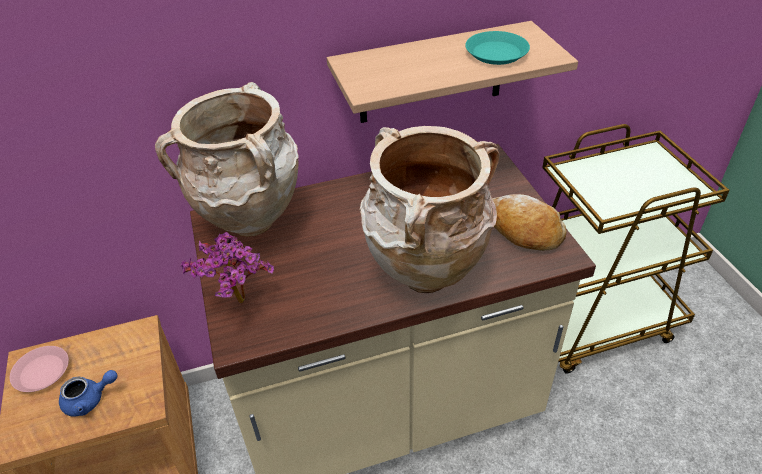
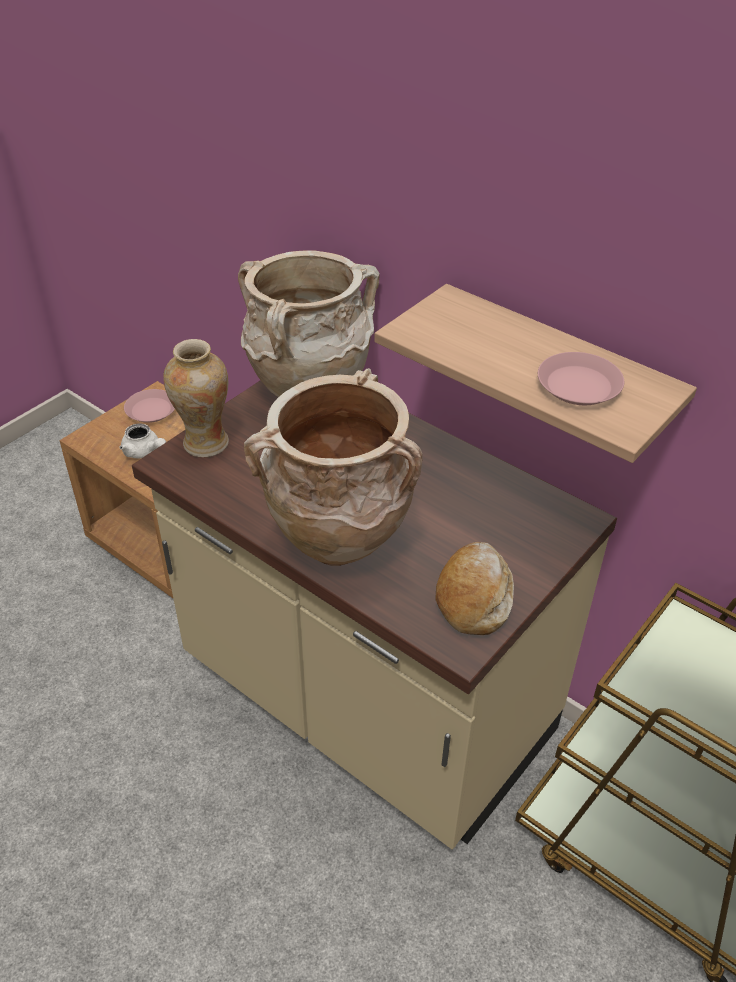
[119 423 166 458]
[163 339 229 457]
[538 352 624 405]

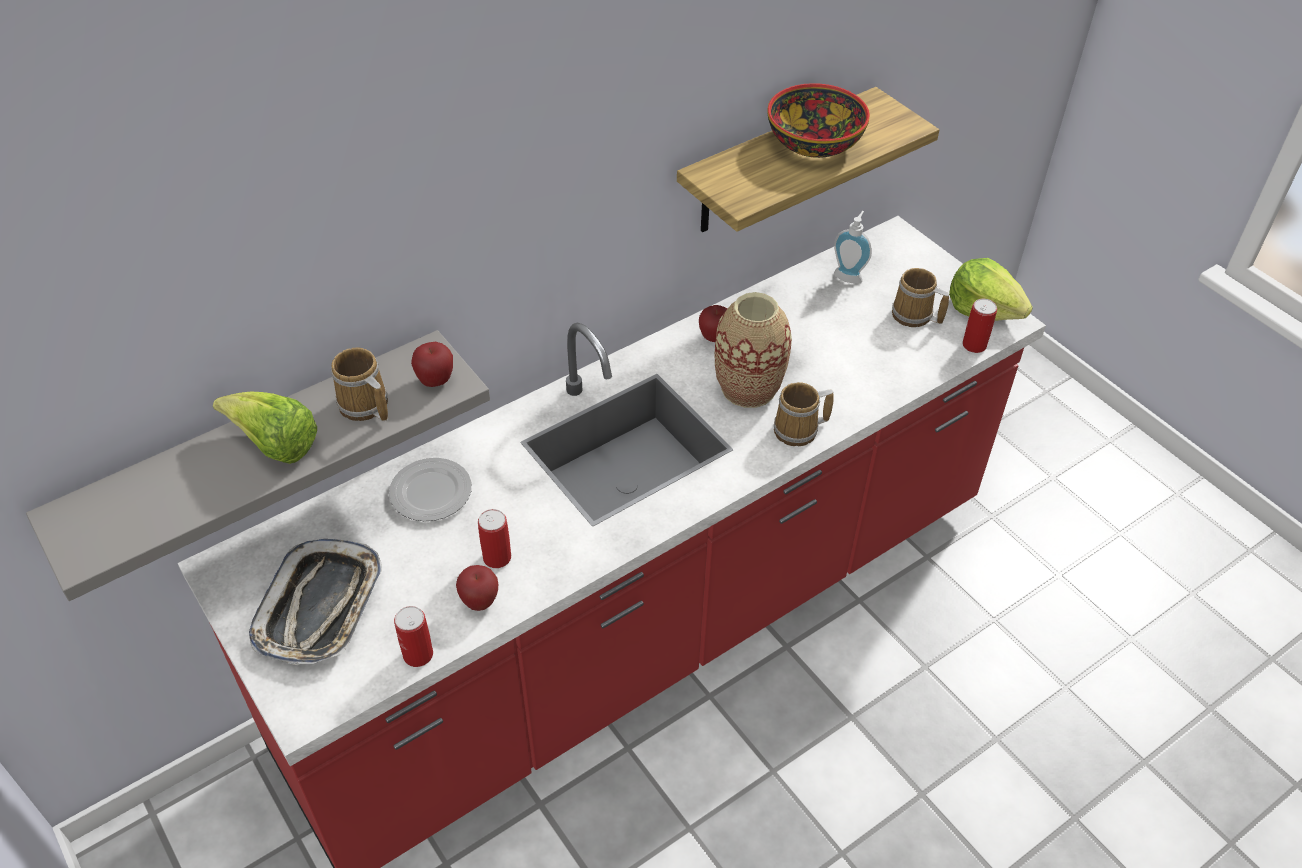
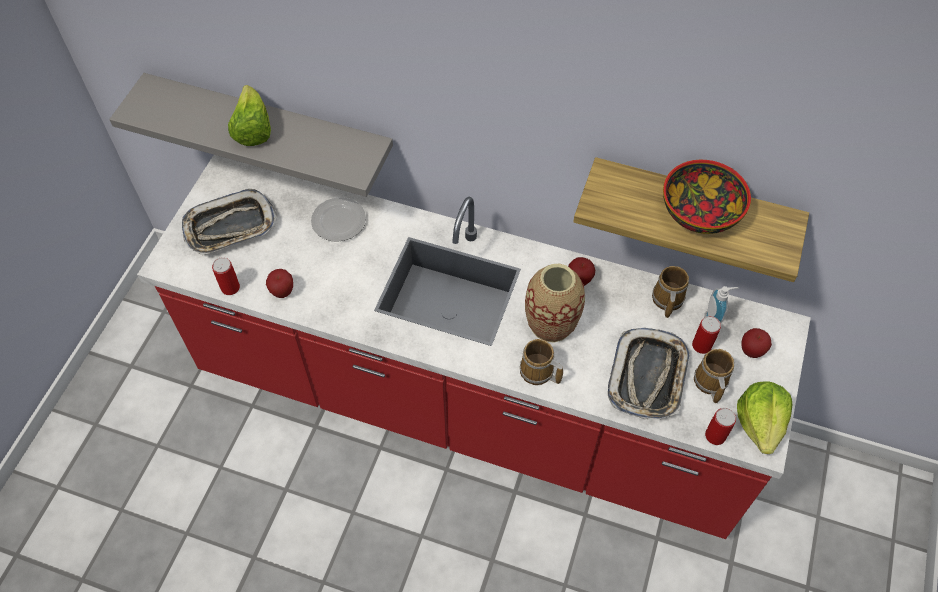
[608 328 690 420]
[652 266 689 318]
[692 316 721 354]
[742 328 772 358]

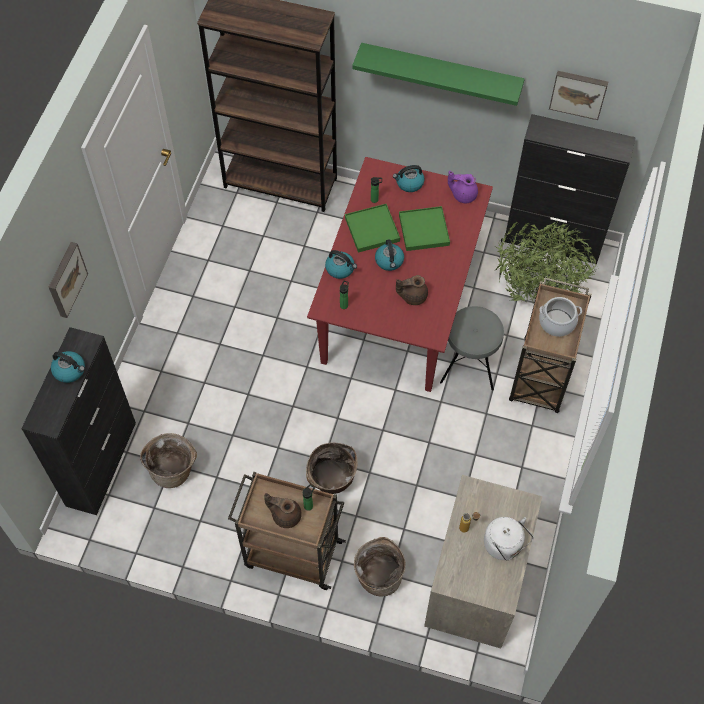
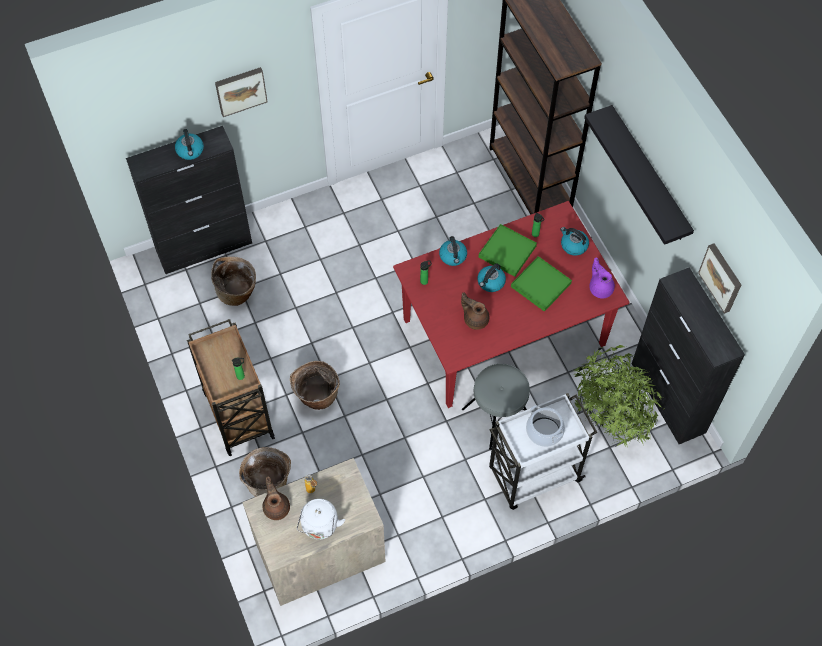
[262 477 290 520]
[489 393 597 510]
[584 105 694 245]

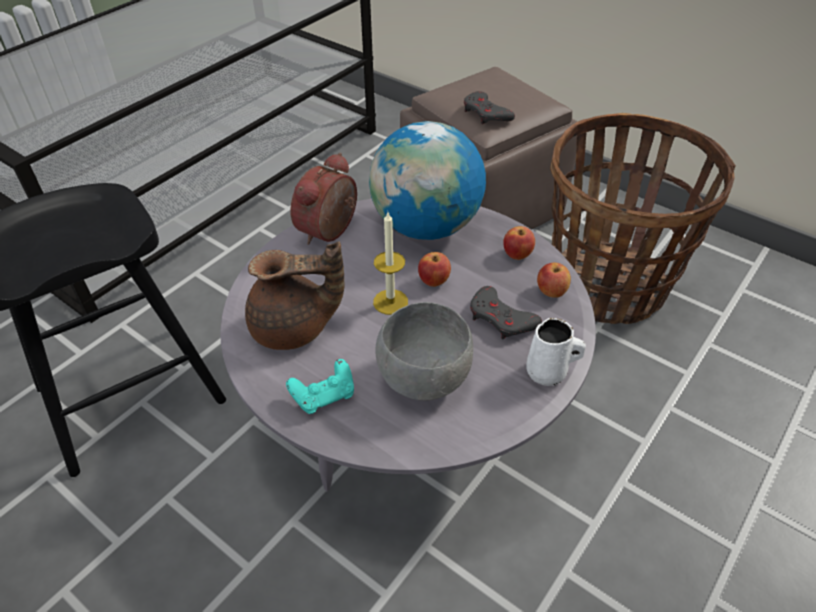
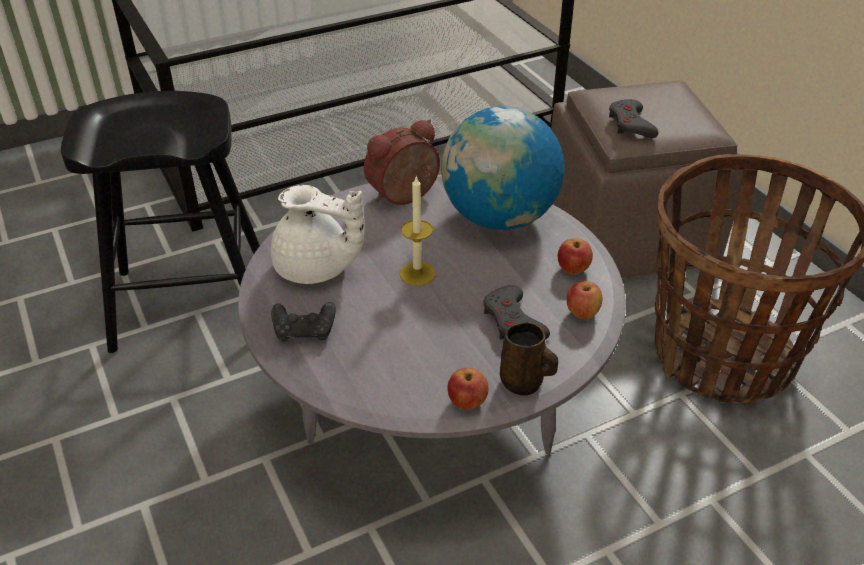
[271 185 365 284]
[271 302 336 342]
[447 368 489 410]
[500 322 558 396]
[375 302 473 401] (first image)

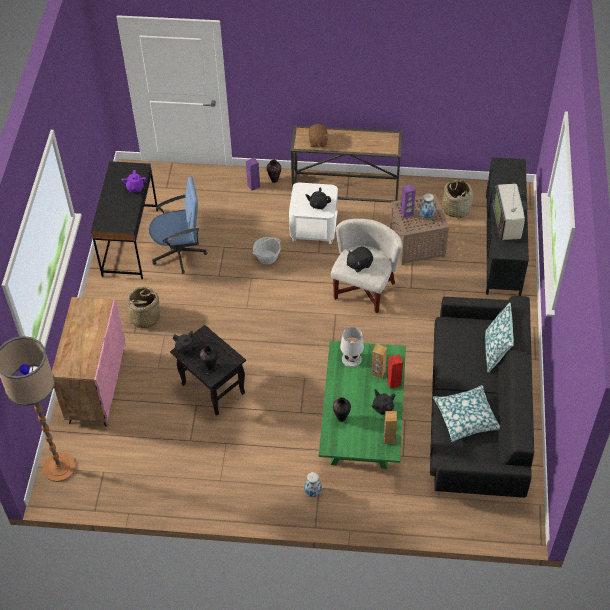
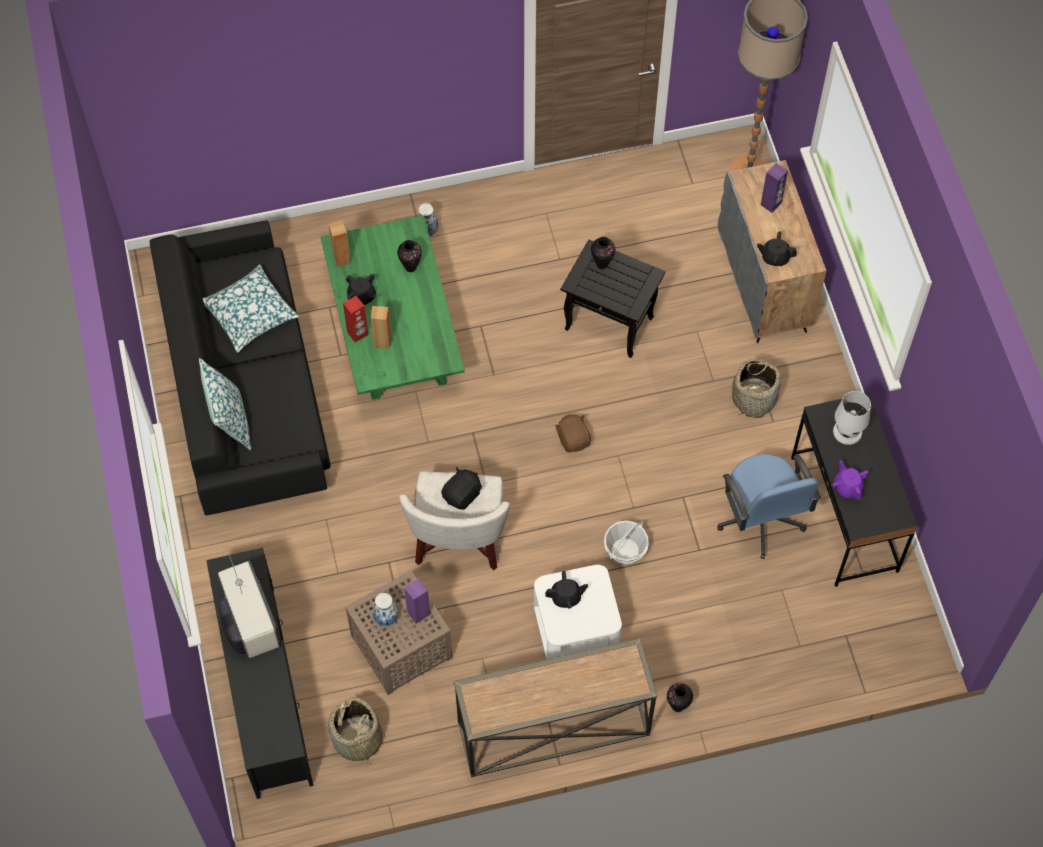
[555 415 591 452]
[717 454 821 559]
[718 160 826 343]
[757 231 797 266]
[761 163 788 213]
[833 391 871 445]

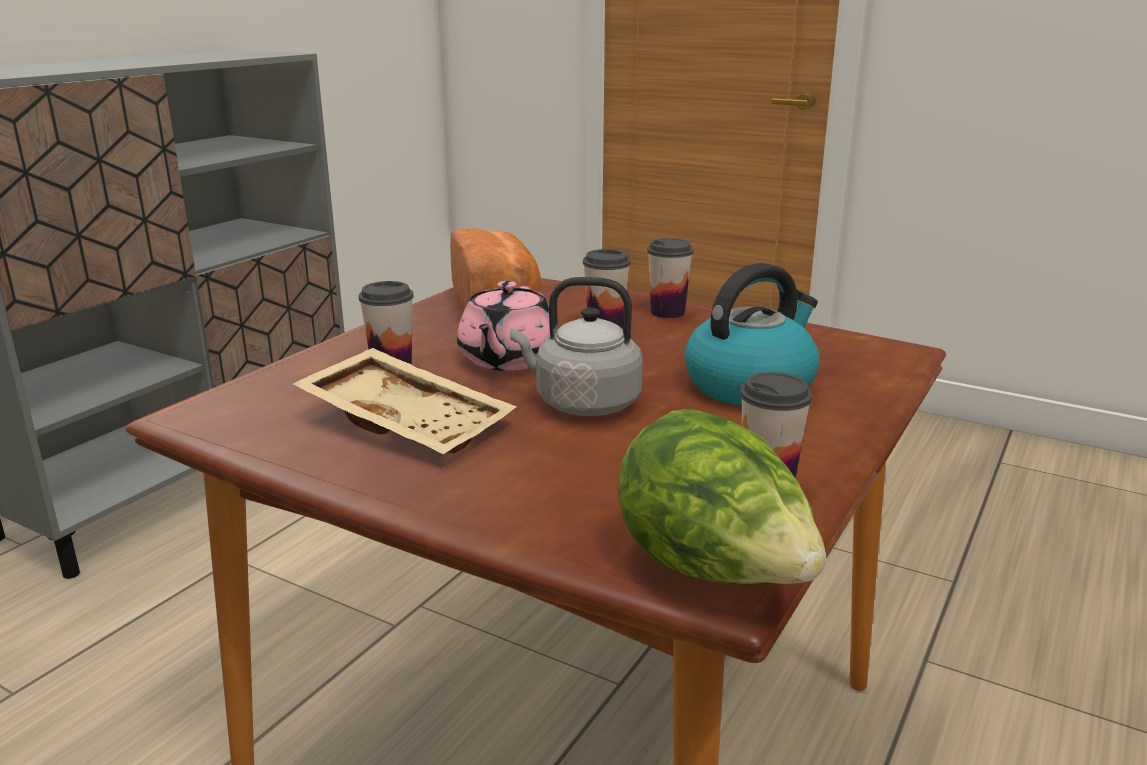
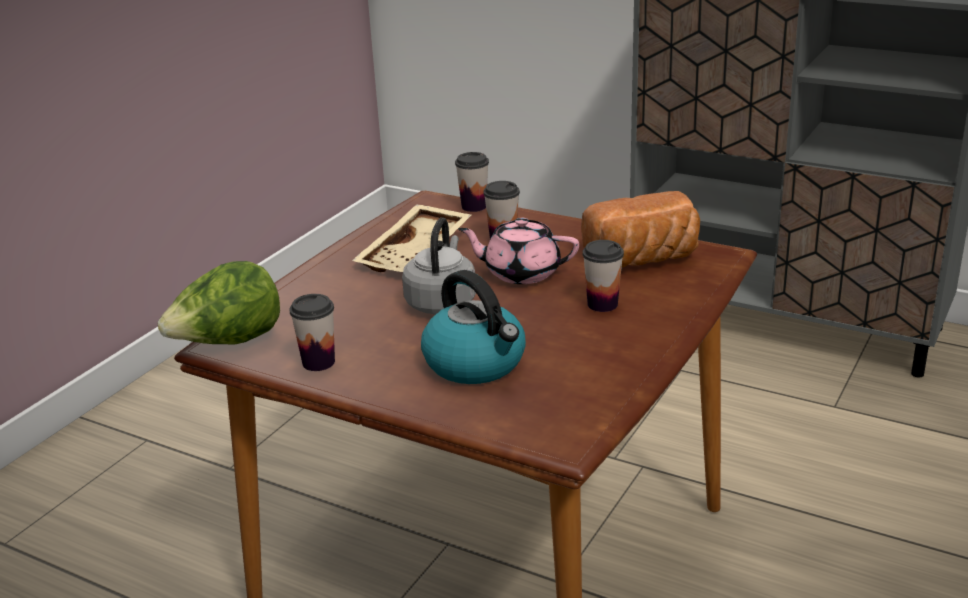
[455 152 489 212]

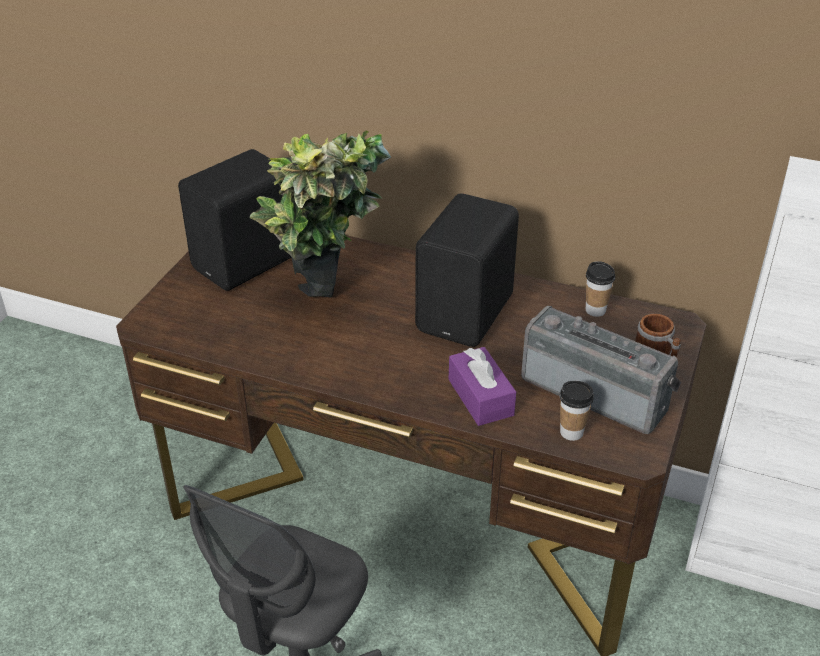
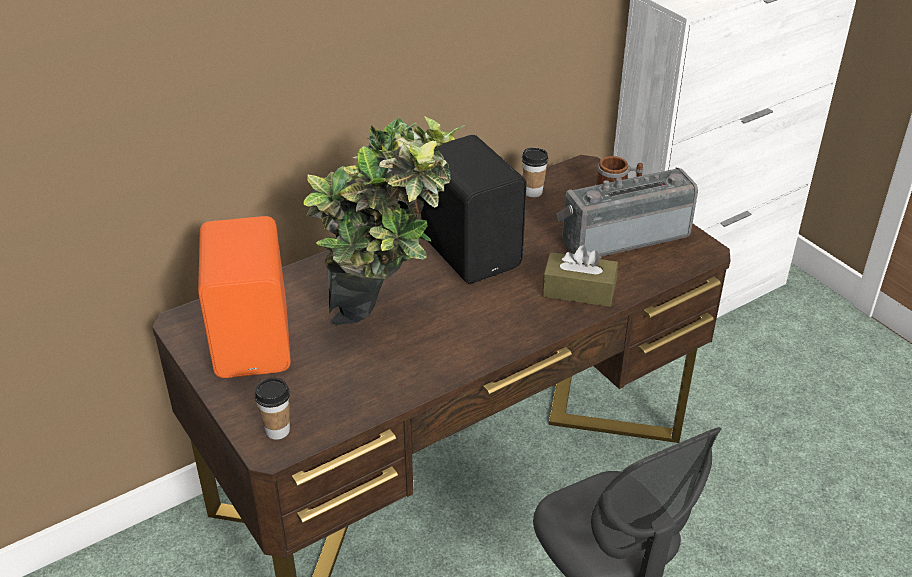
[198 216 291 378]
[255 378 290 440]
[543 245 618 307]

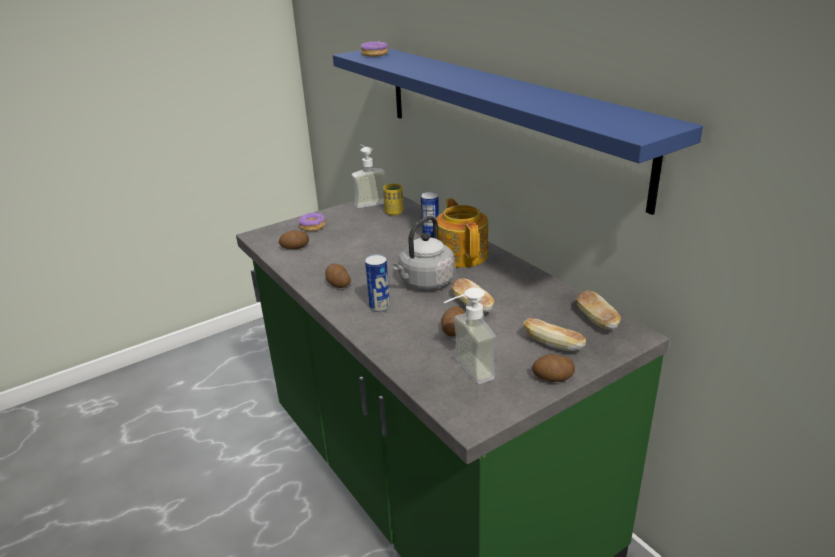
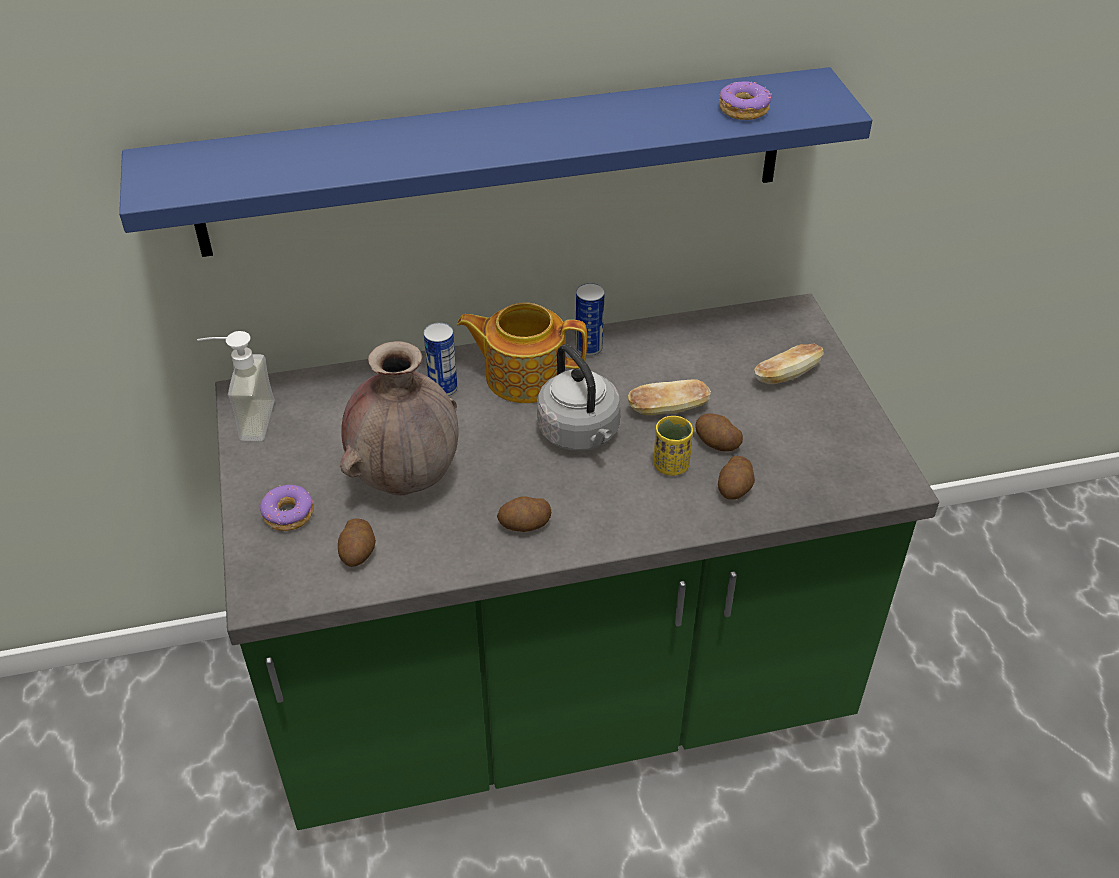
[340 341 459 495]
[575 283 605 356]
[654 416 693 476]
[718 456 755 500]
[719 81 772 120]
[444 287 496 384] (first image)
[577 291 621 330] (first image)

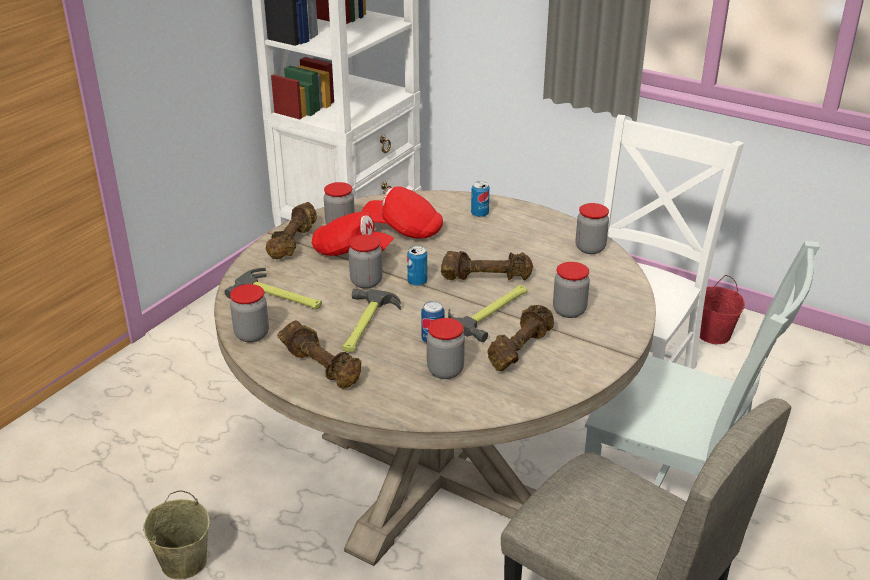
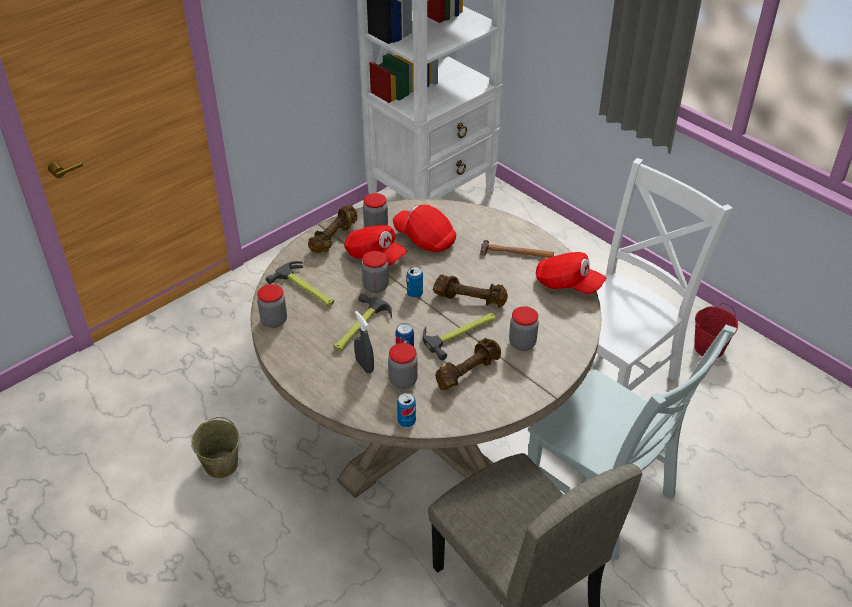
[354 311 374 374]
[397 393 416 427]
[480 240 554 258]
[536 252 607 294]
[277 320 361 389] (first image)

